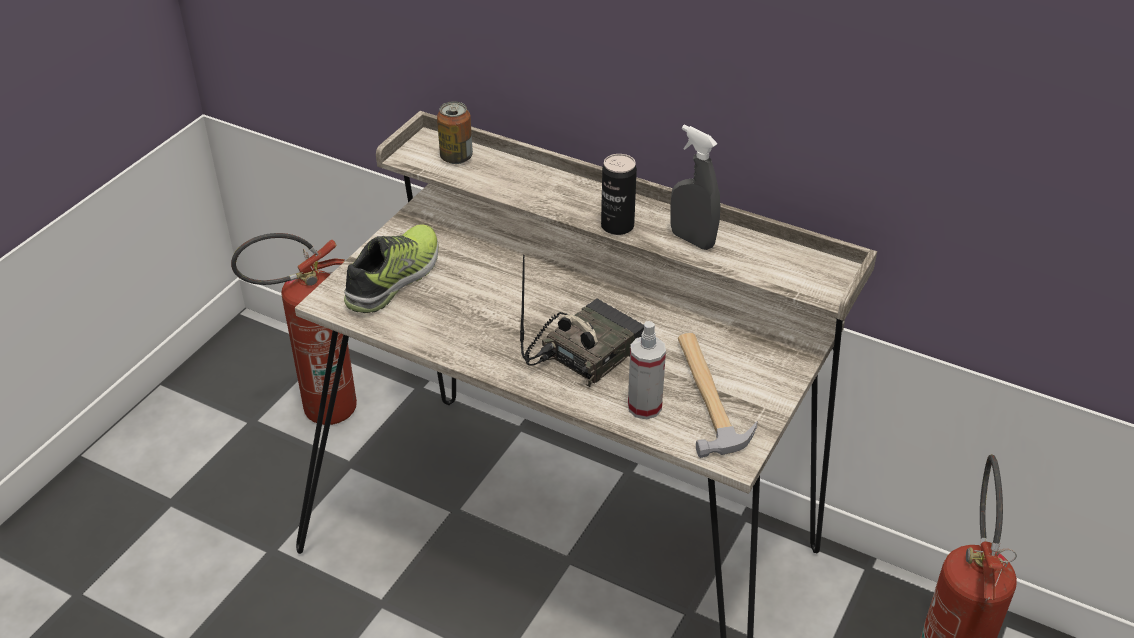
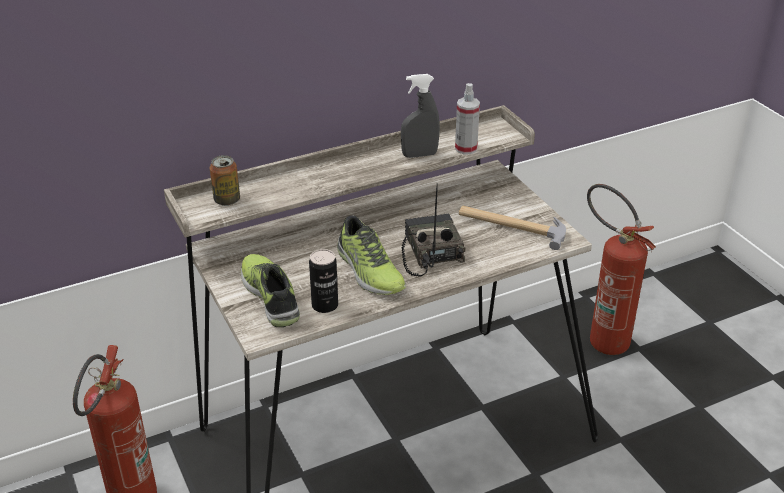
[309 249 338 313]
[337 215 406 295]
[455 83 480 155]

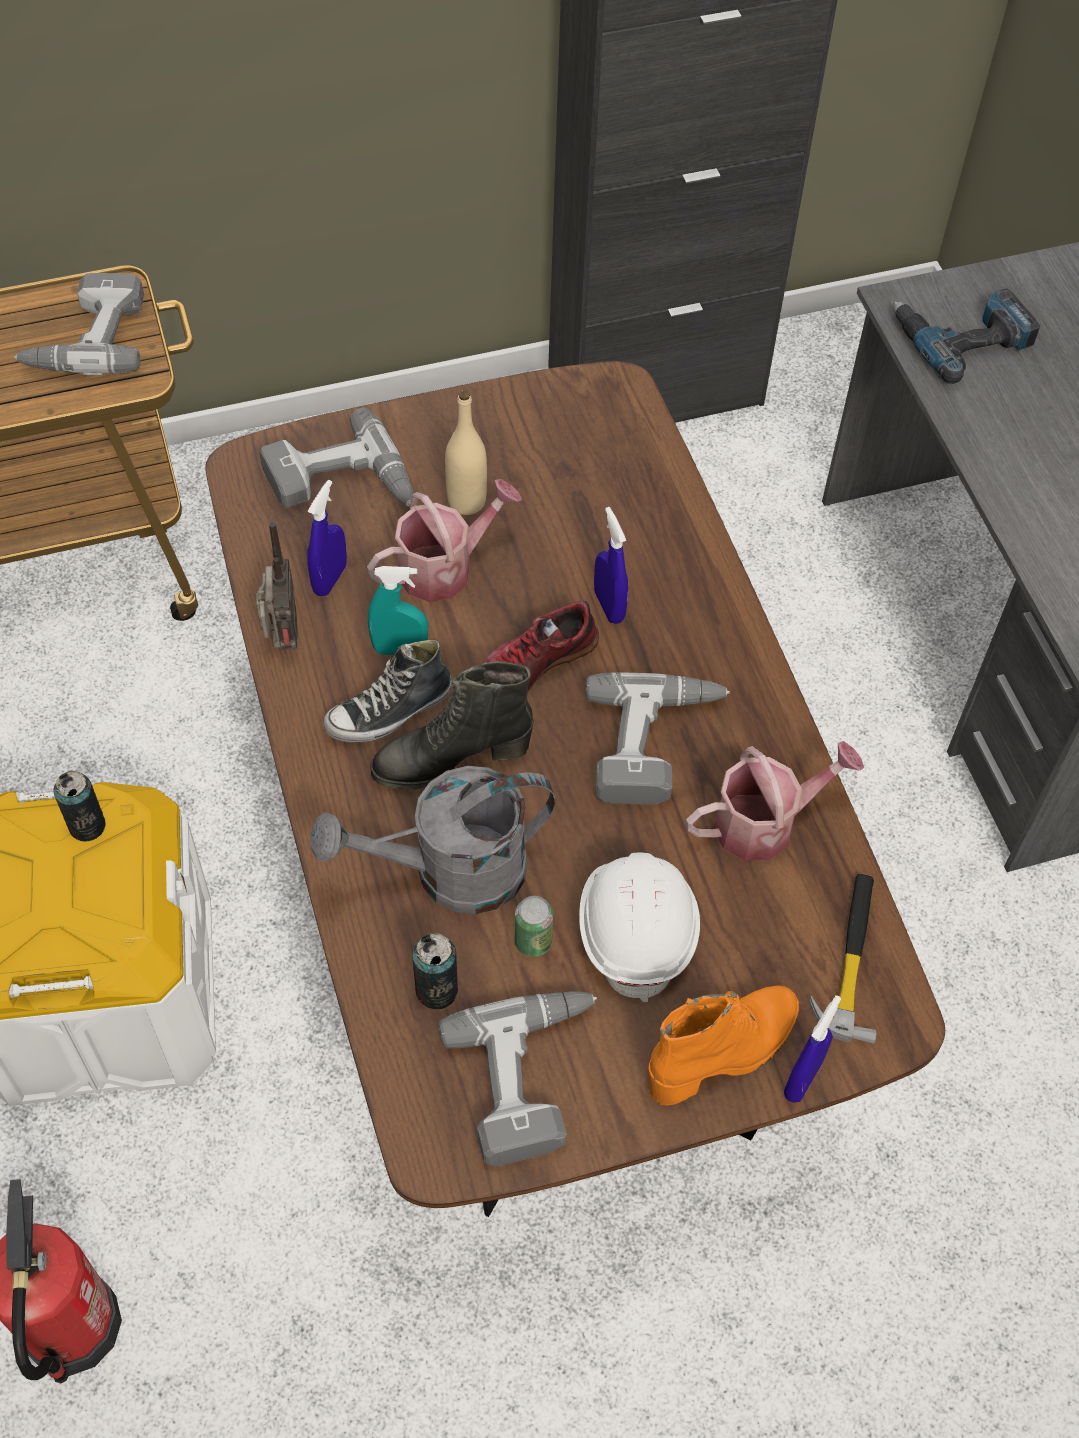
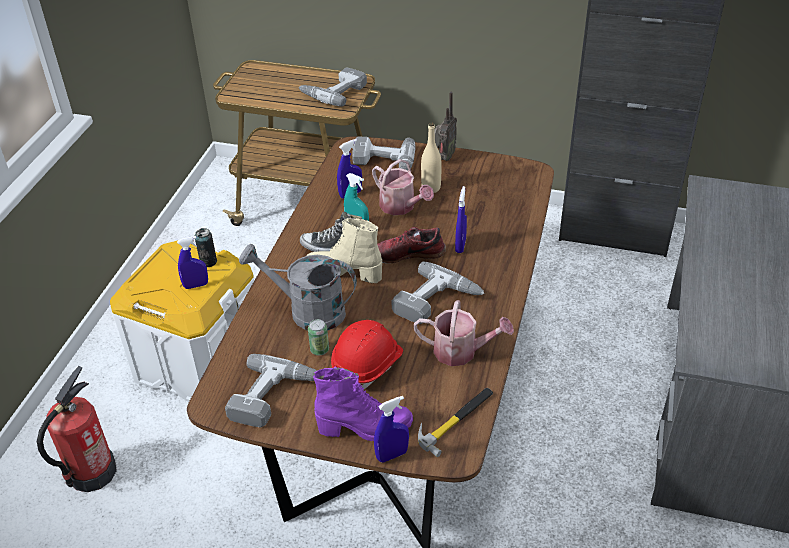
[177 236 208 289]
[306 218 382 283]
[313 366 413 441]
[331 320 403 390]
[372 159 434 215]
[435 92 457 161]
[412 933 458 1010] (first image)
[894 288 1040 384] (first image)

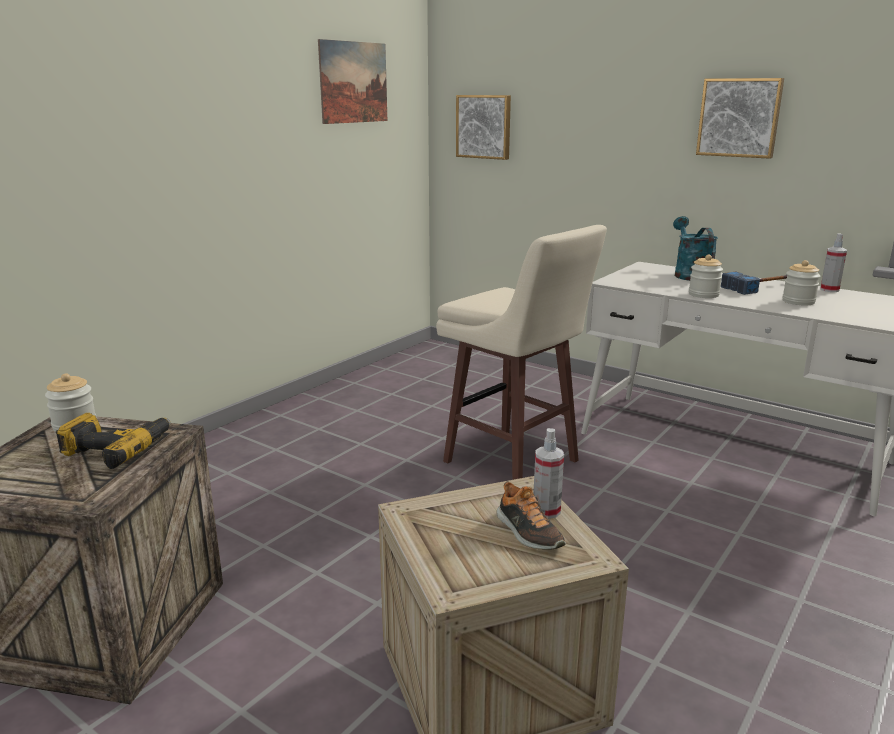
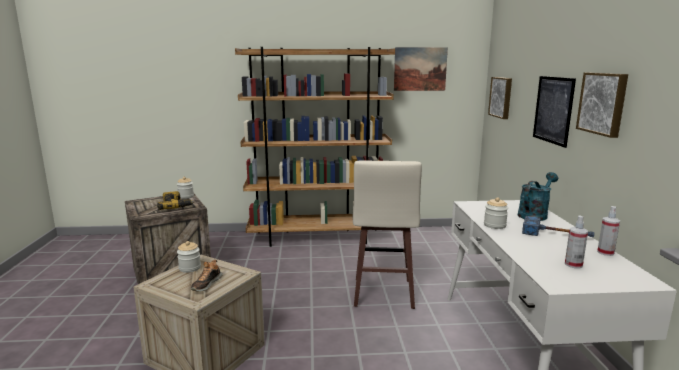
[177 241 201 273]
[235 47 395 247]
[533 76 576 148]
[565 216 588 269]

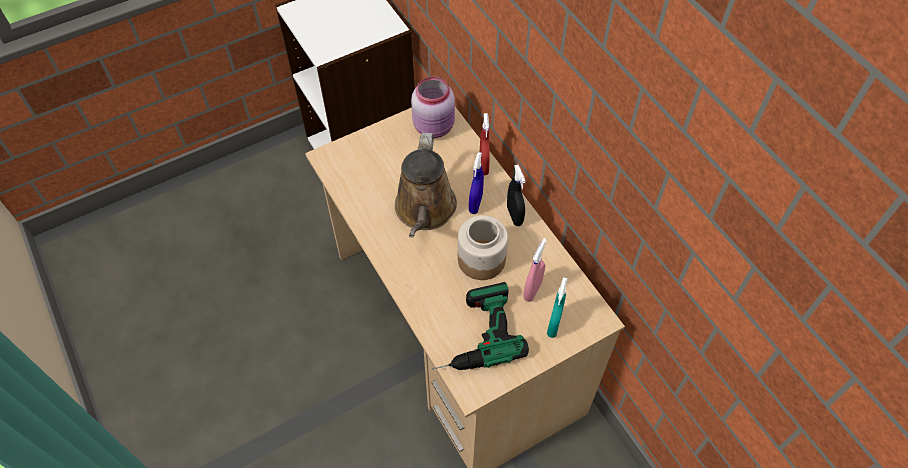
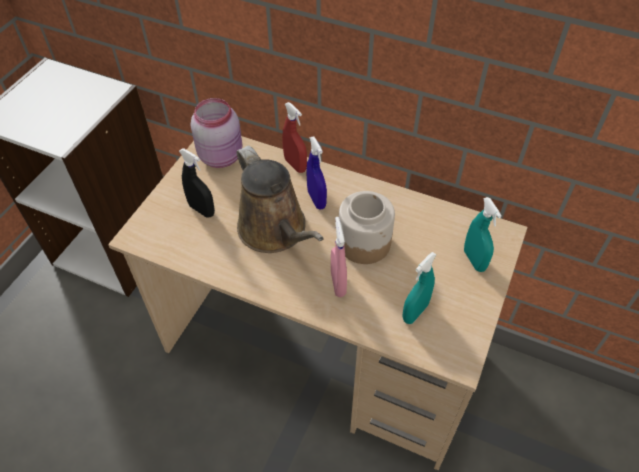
[179 149 215 218]
[331 217 347 297]
[402 252 437 324]

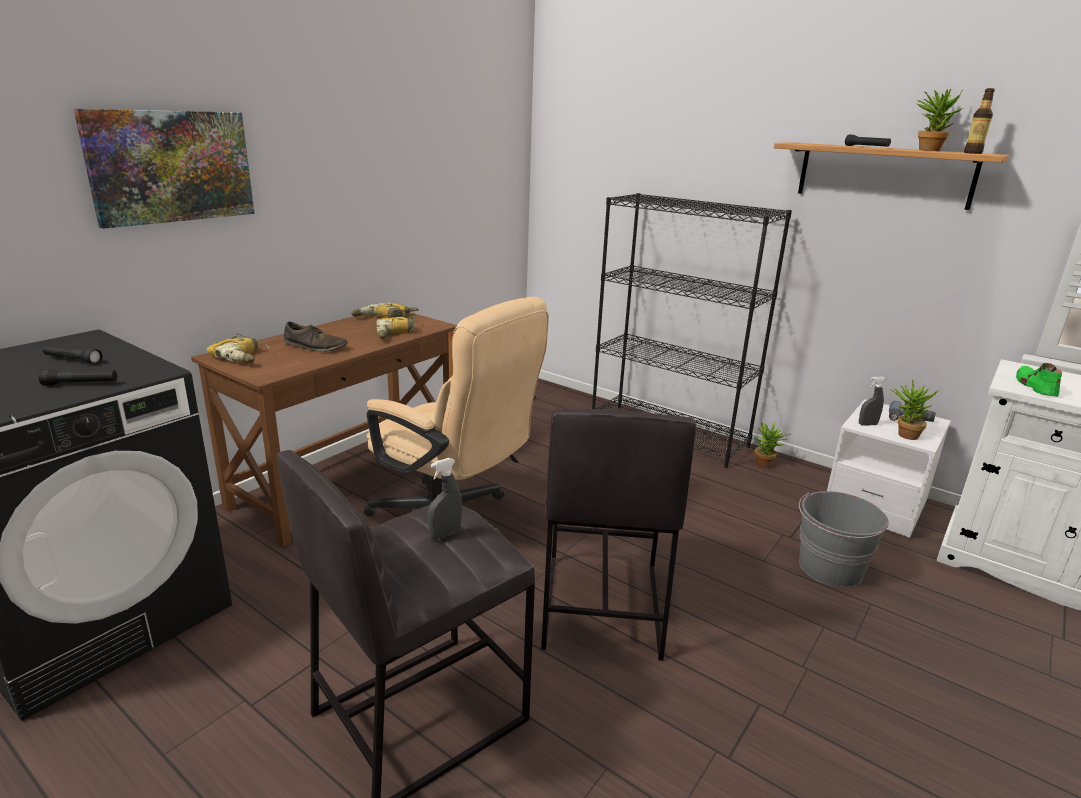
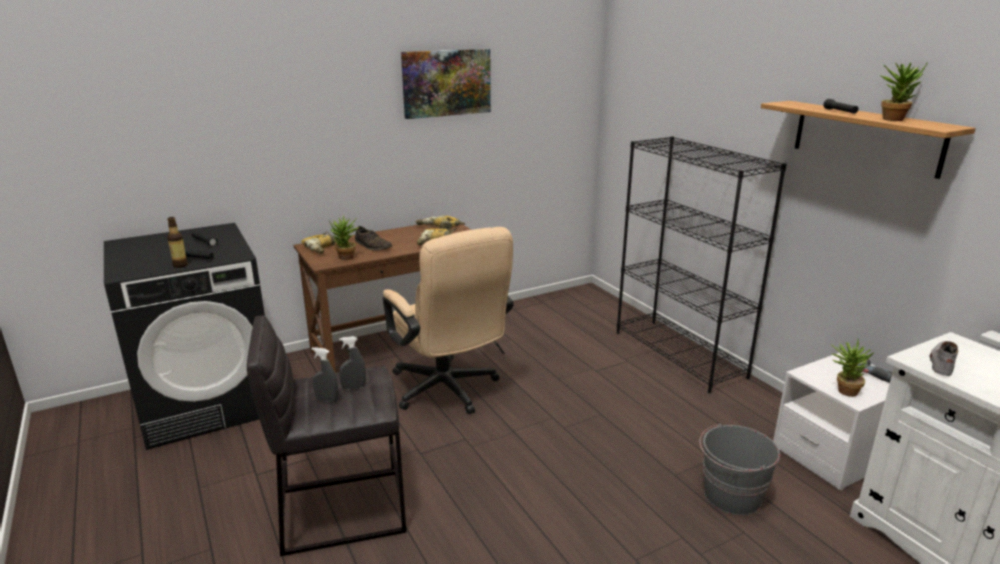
[167 217 188 268]
[311 347 338 402]
[329 215 360 260]
[401 49 491 119]
[929 341 958 376]
[541 409 696 661] (first image)

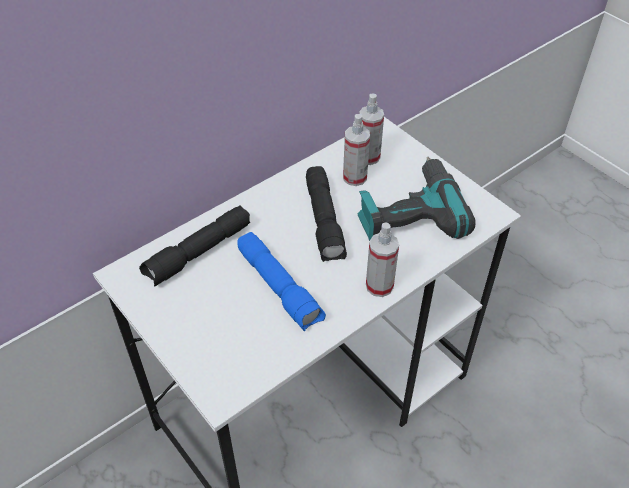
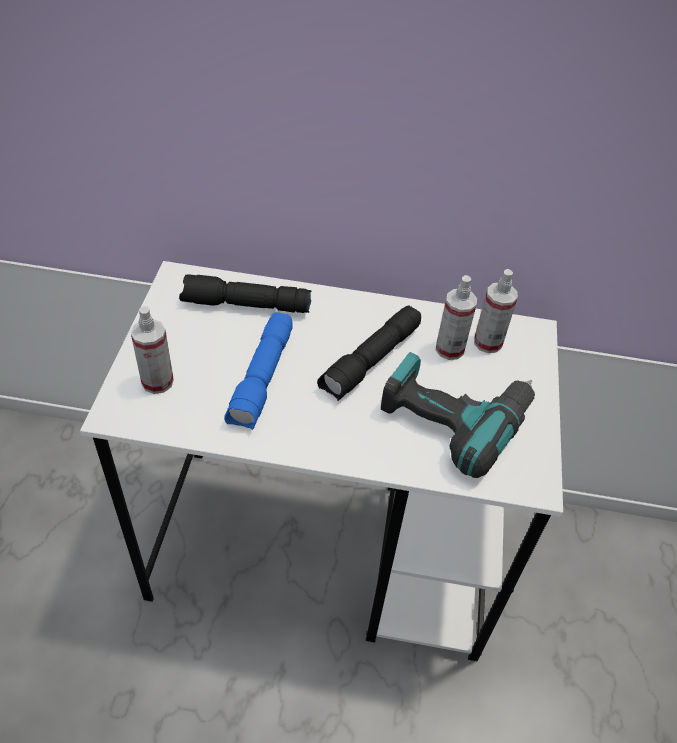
[131 306 174 394]

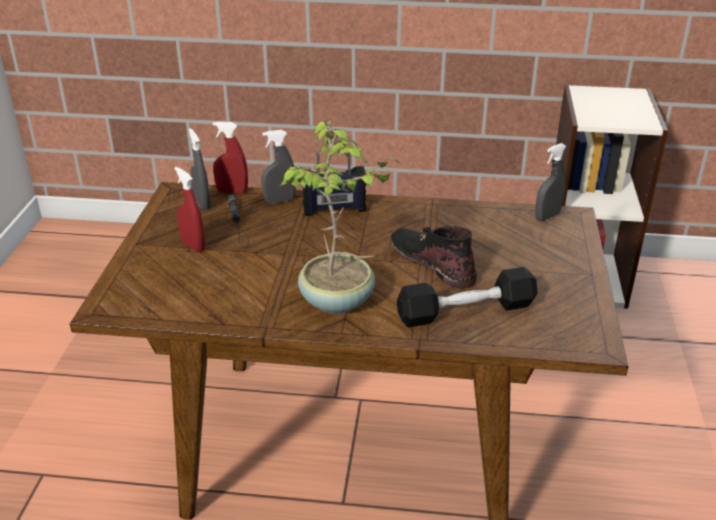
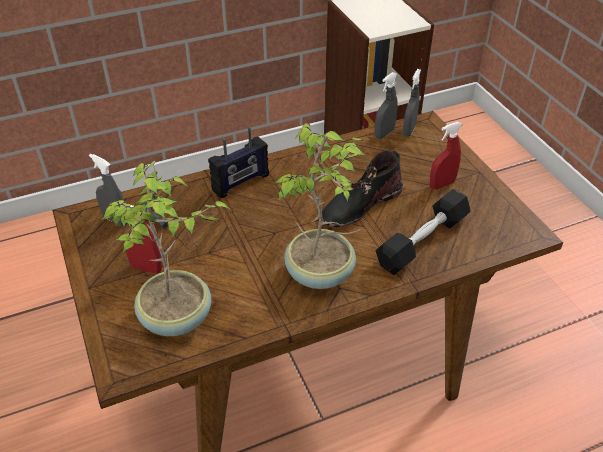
[101 161 230 336]
[322 150 403 228]
[375 72 398 139]
[430 122 462 189]

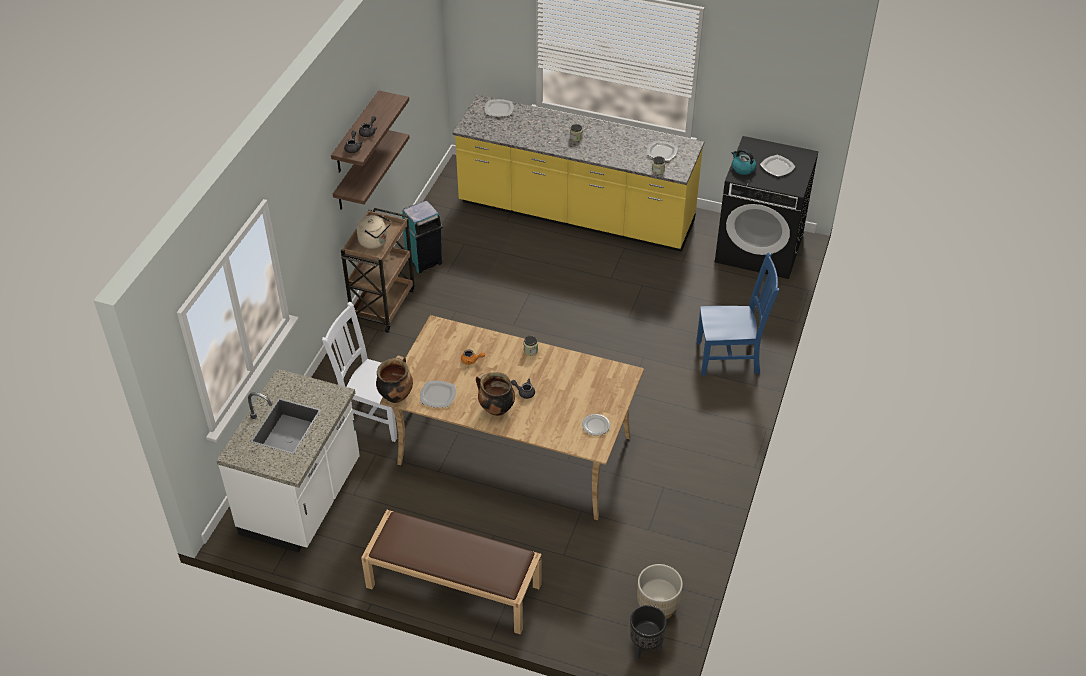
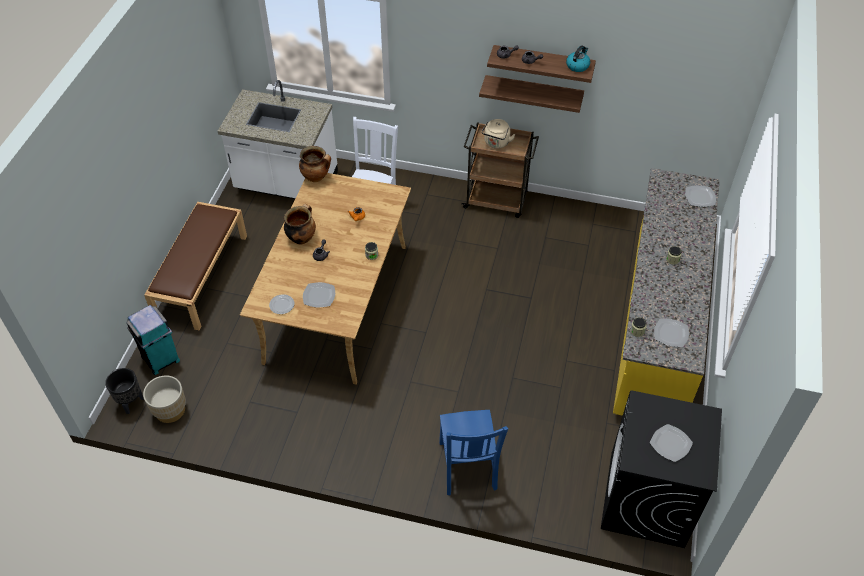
[126 305 180 375]
[303 282 335 307]
[566 46 590 72]

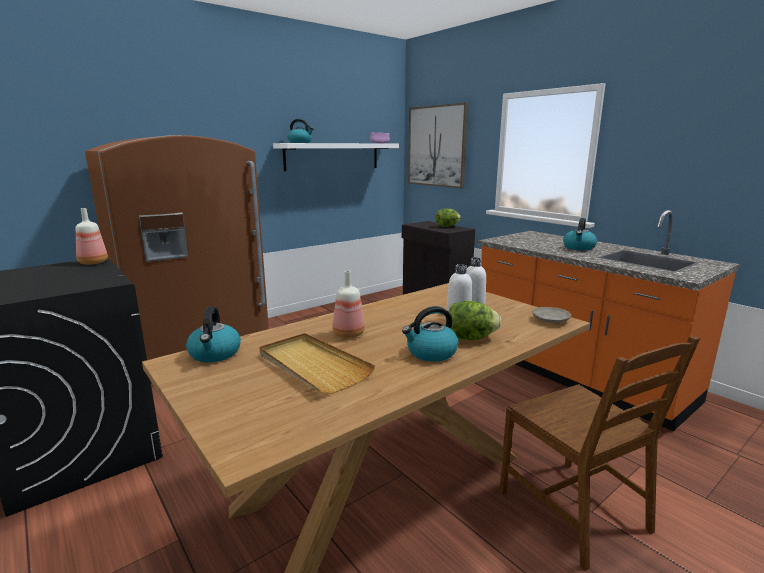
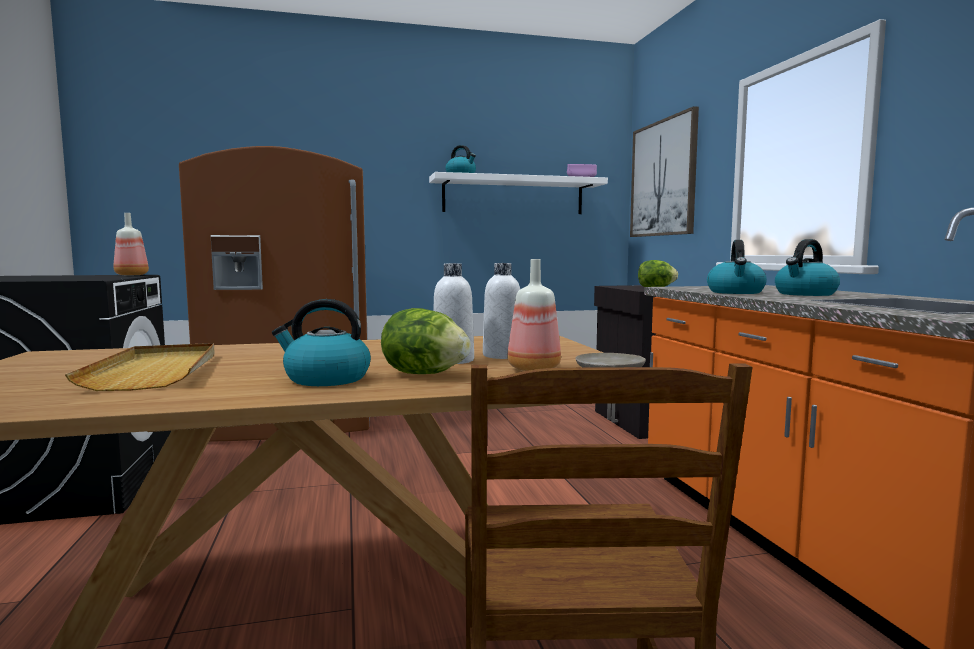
[507 259 561 371]
[707 240 767 294]

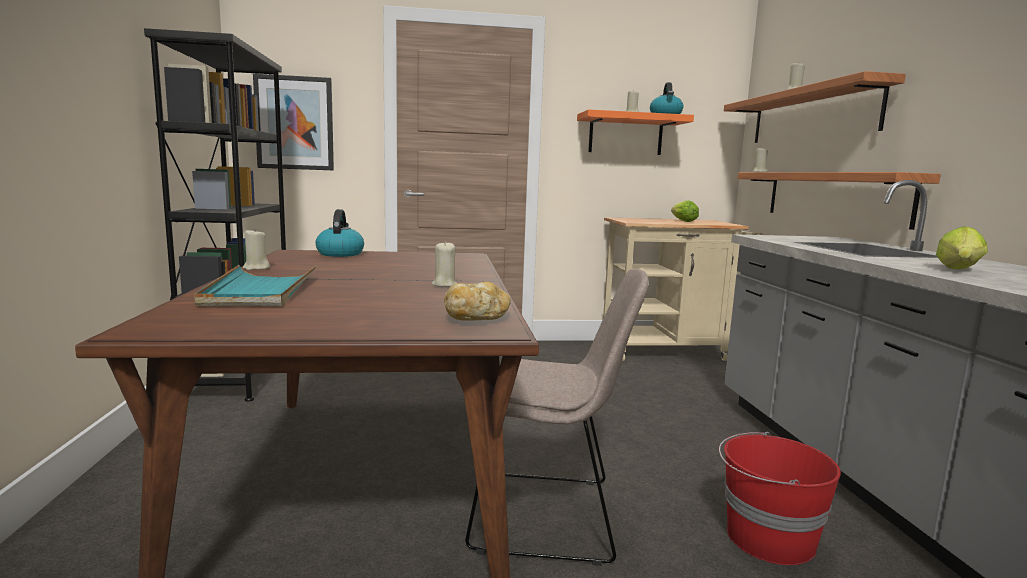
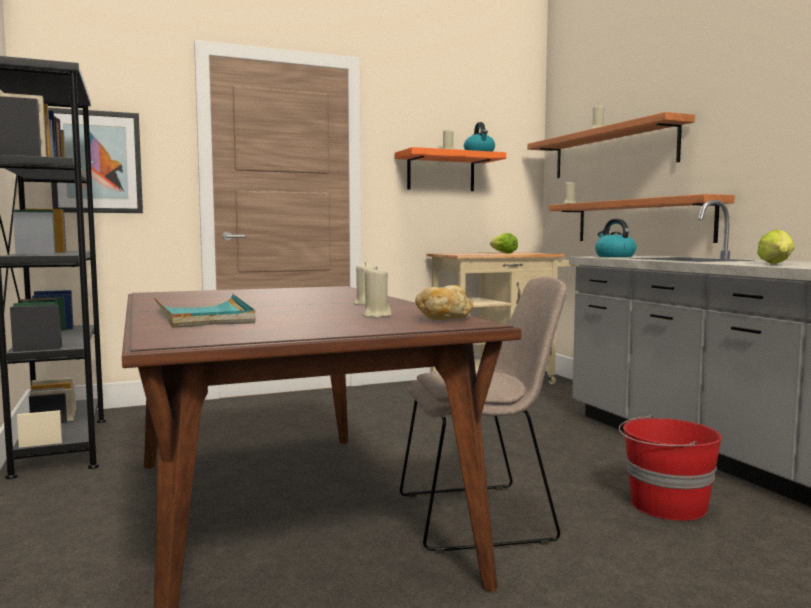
[363 266 392 318]
[595 219 636 257]

